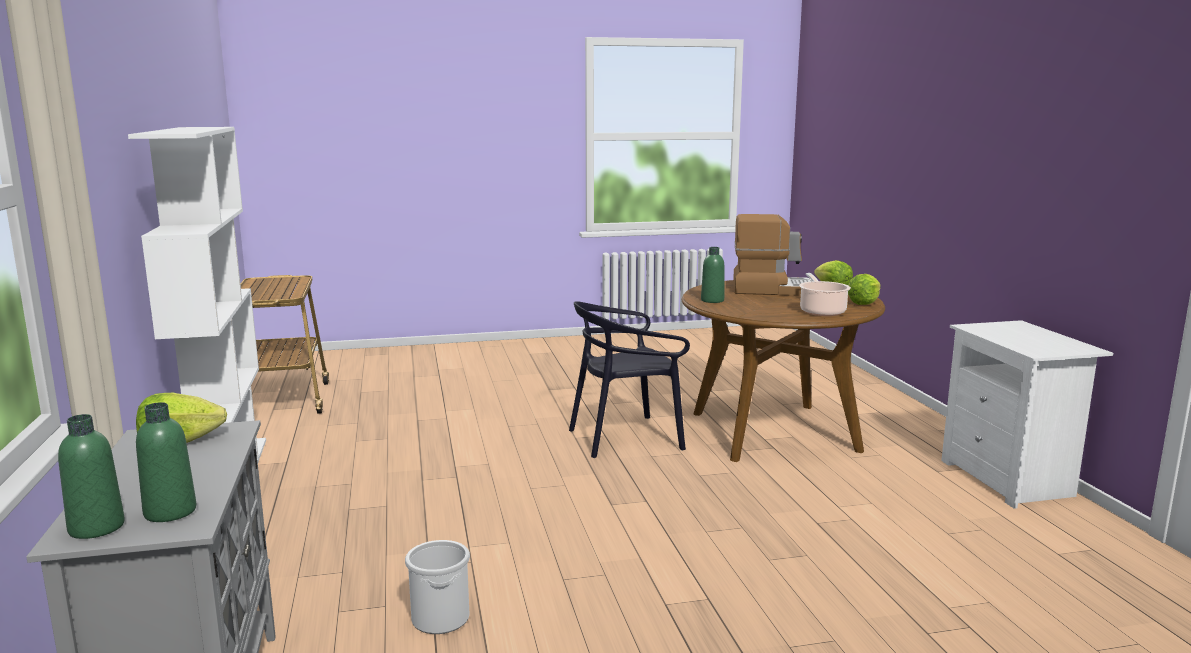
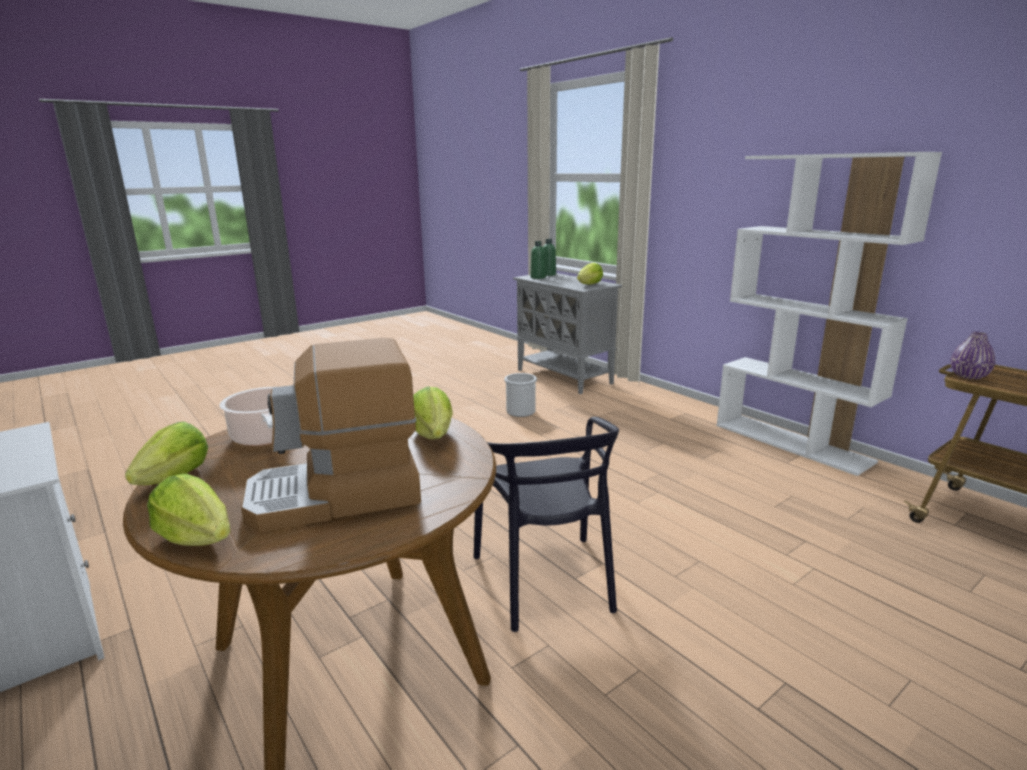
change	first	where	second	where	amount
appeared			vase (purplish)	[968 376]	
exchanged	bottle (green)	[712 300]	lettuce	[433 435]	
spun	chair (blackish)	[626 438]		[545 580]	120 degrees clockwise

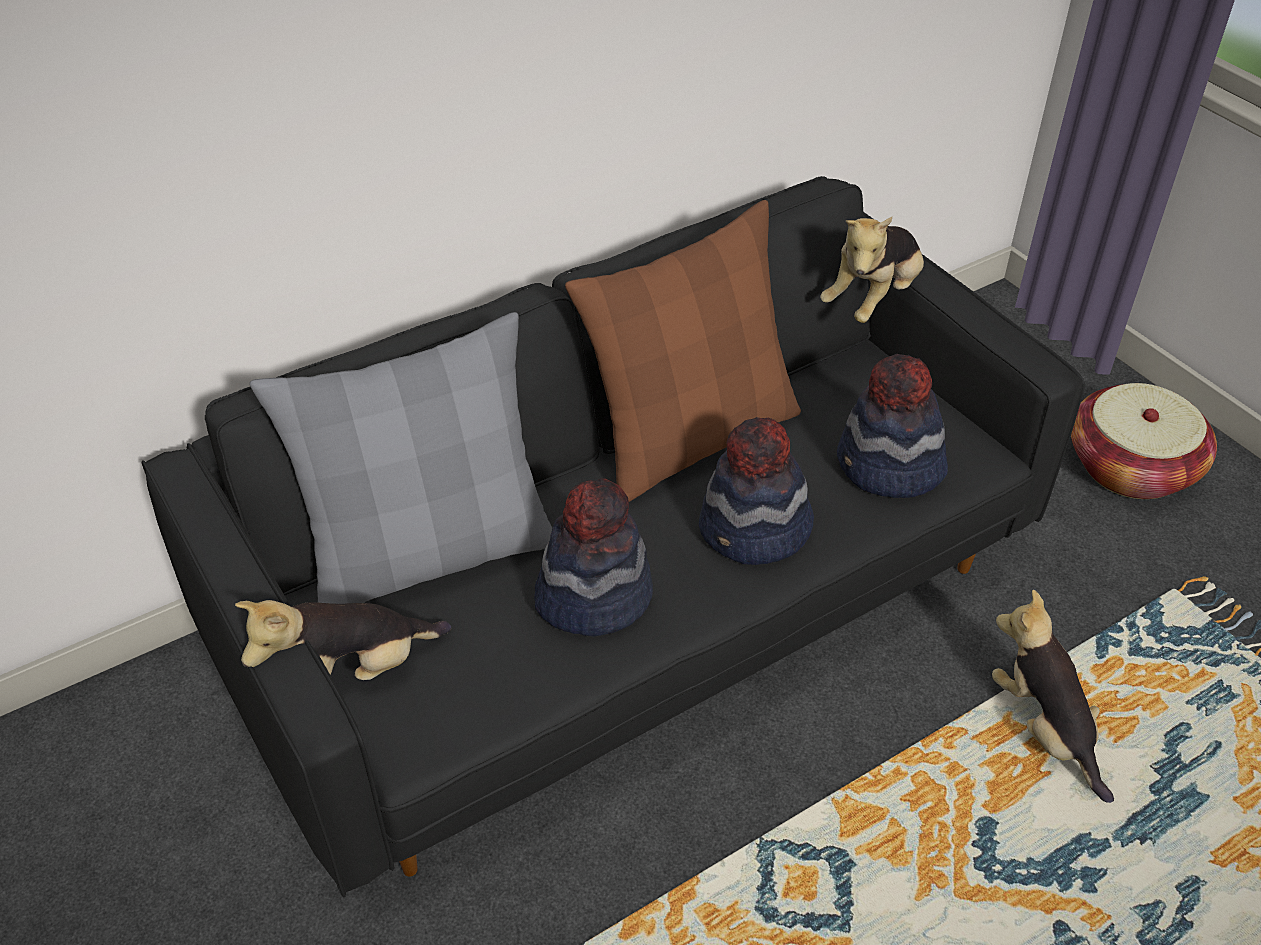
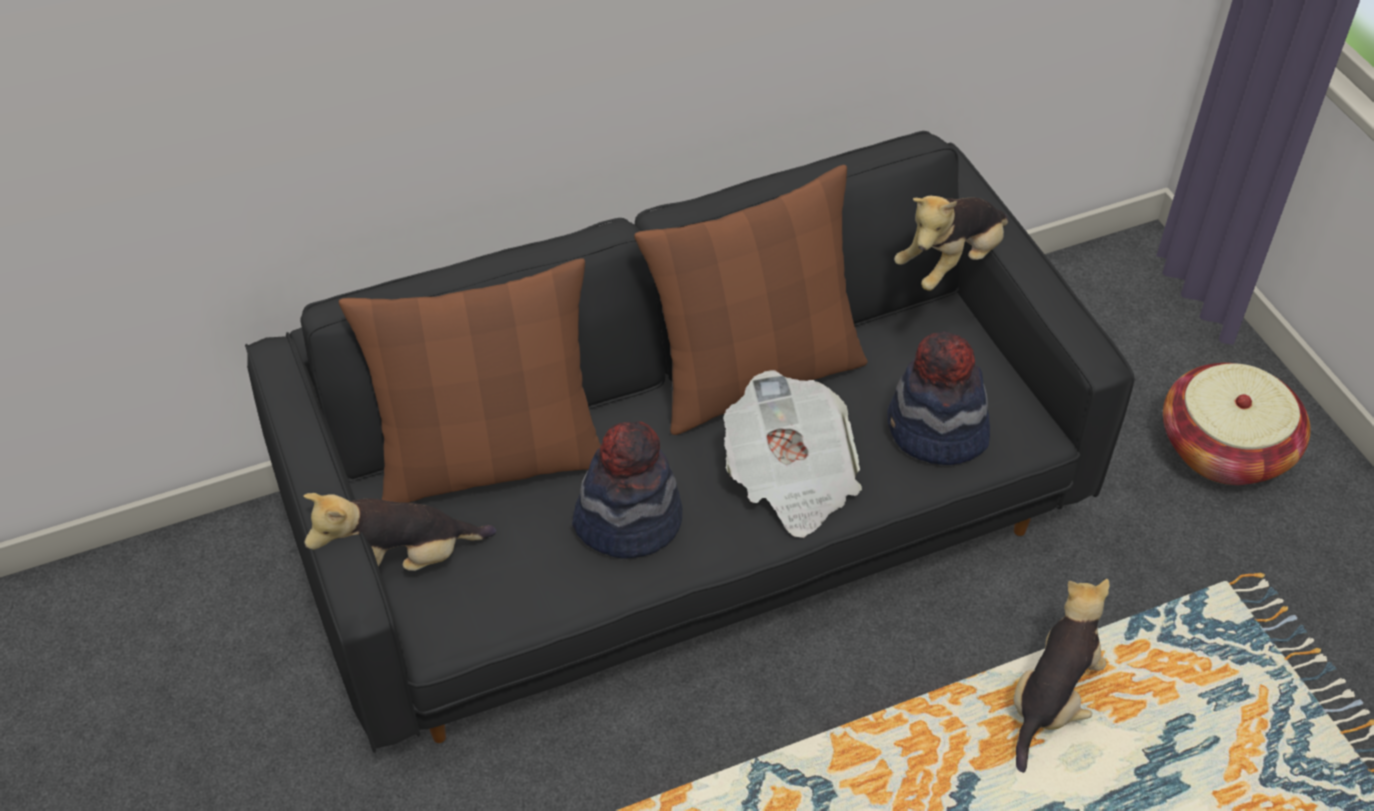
change	first	where	second	where	amount
exchanged	clothing hat	[754 531]	newspaper	[791 478]	
colour	pillow (gray)	[430 555]	pillow (brownish)	[491 460]	
spun	soft toy	[1044 729]		[1051 699]	45 degrees clockwise

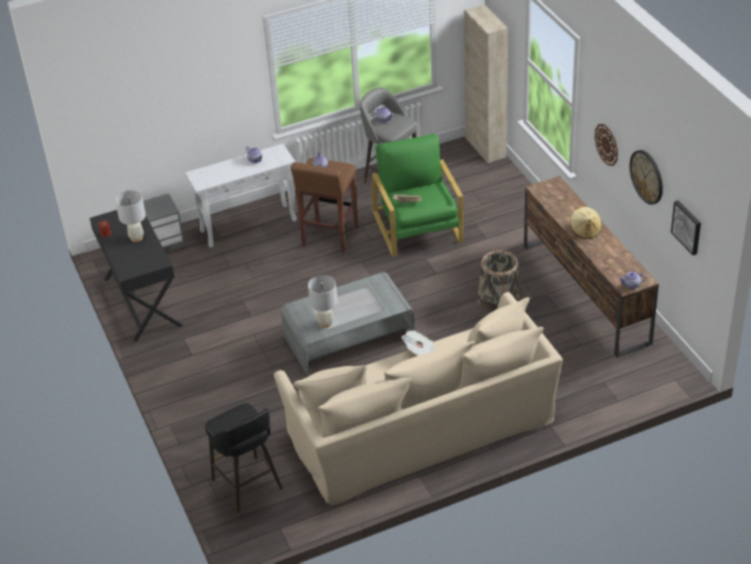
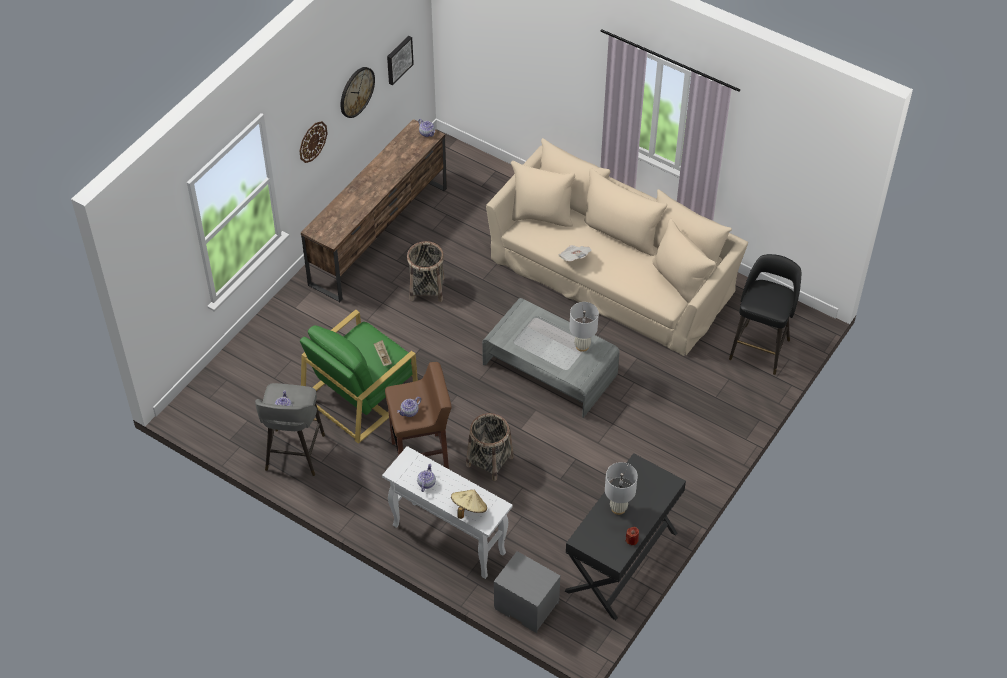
change	first	where	second	where	amount
missing	cupboard (beige)	[485 147]			
appeared			storage basket	[489 461]	
relocated	clothing hat (beige)	[585 231]		[468 509]	

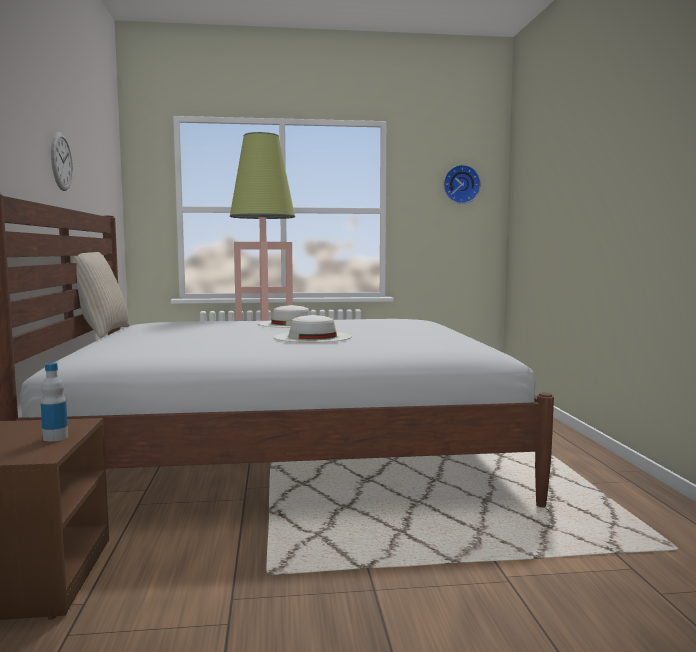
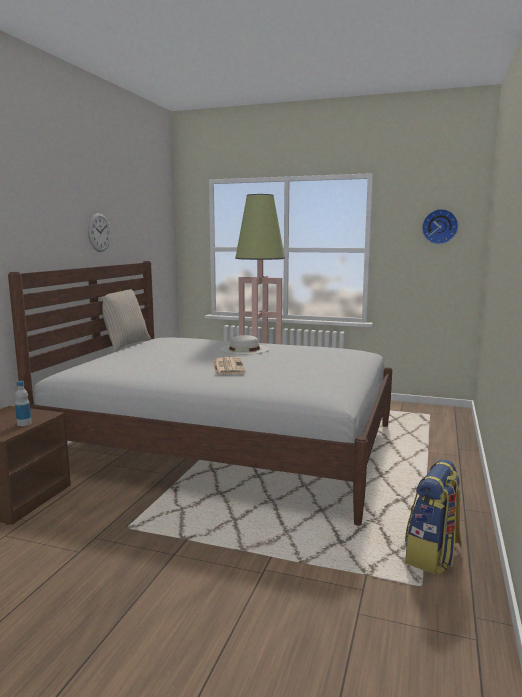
change	first	where	second	where	amount
appeared			backpack	[432 555]	
exchanged	clothing hat (whitish)	[312 337]	newspaper	[228 367]	

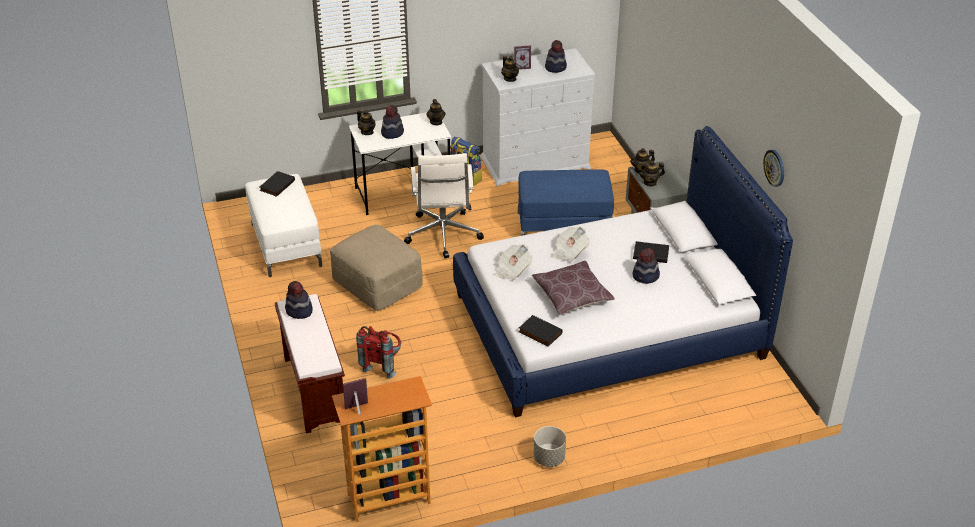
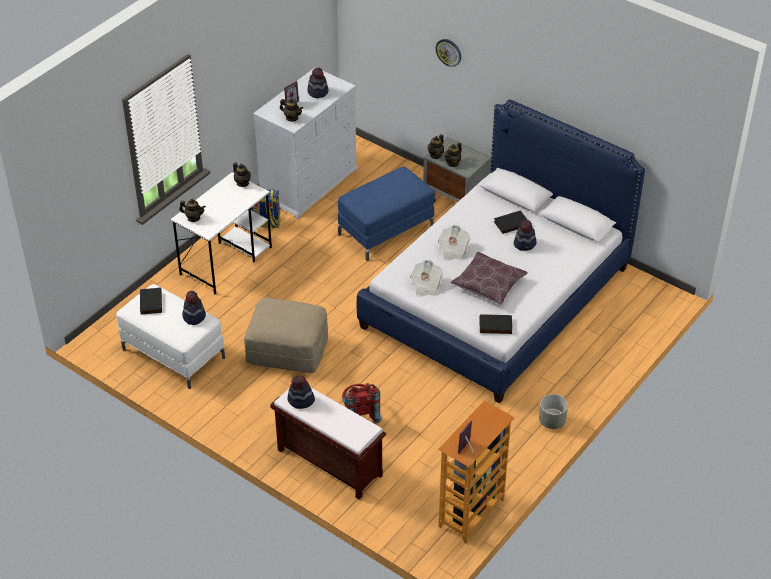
change	first	where	second	where	amount
missing	desk chair (whitish)	[443 235]			
relocated	clothing hat	[392 133]		[194 316]	
relocated	wall clock	[774 168]		[449 52]	

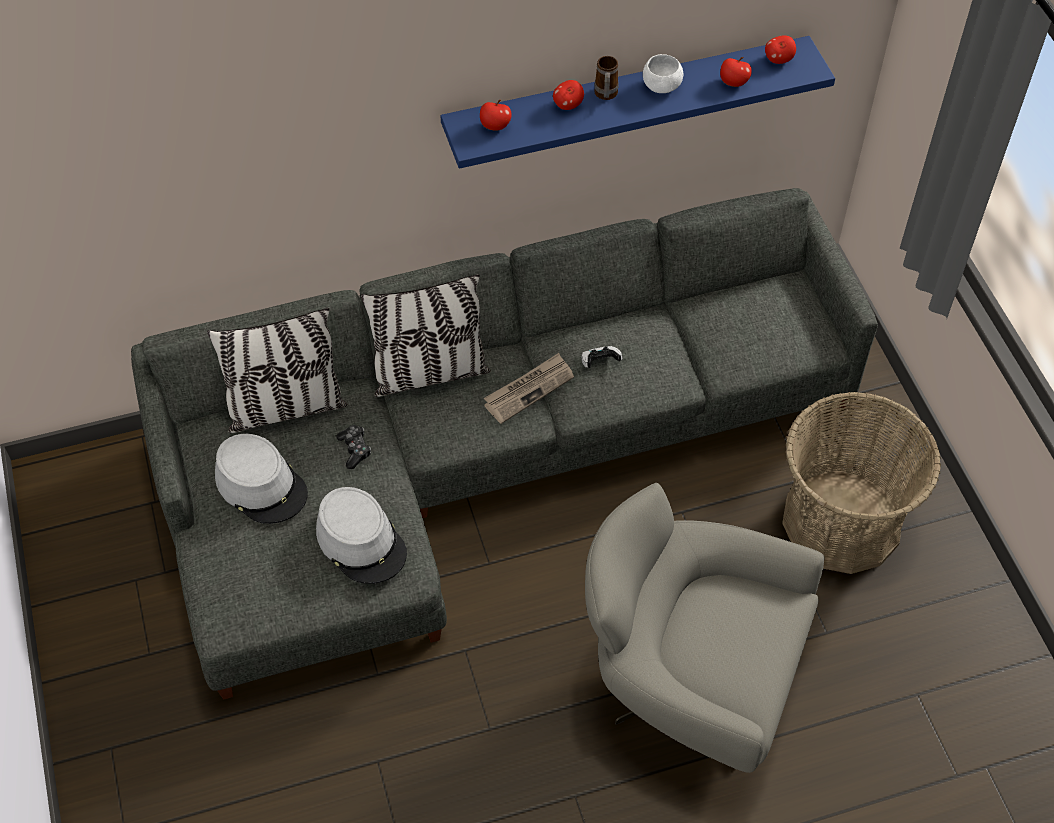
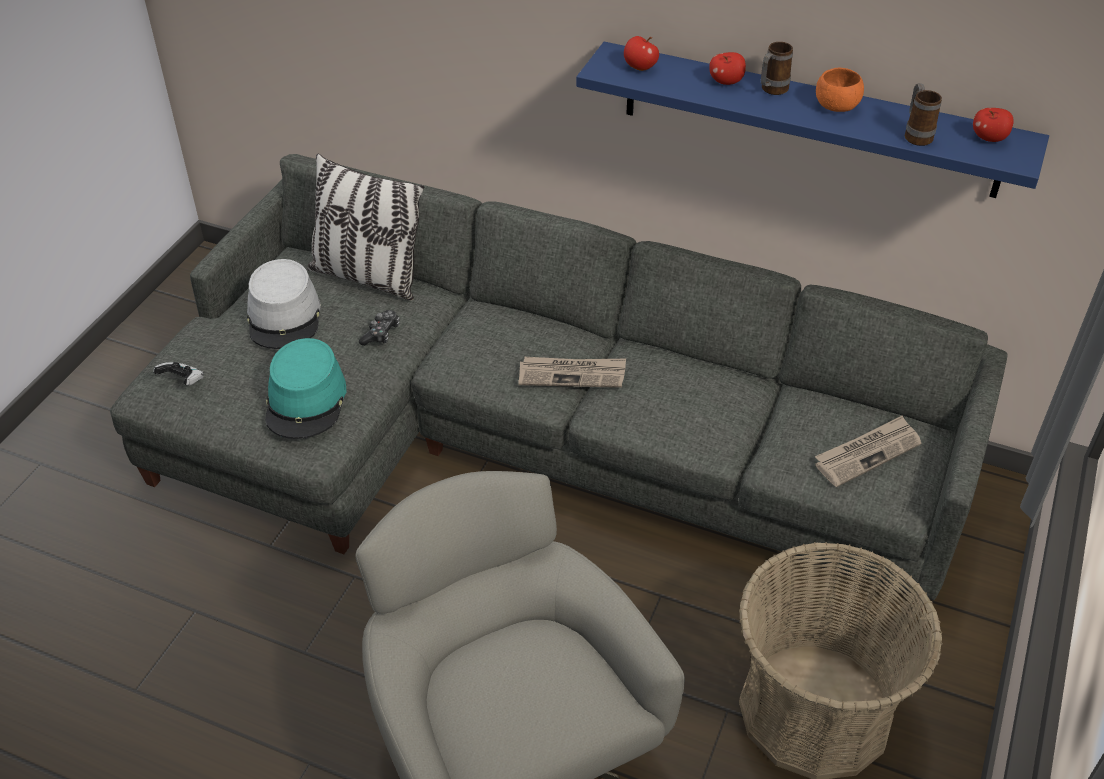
change	first	where	second	where	amount
missing	pillow	[429 373]			
appeared			newspaper	[867 453]	
relocated	joypad	[600 362]		[182 381]	
exchanged	apple fruit	[733 83]	tea mug	[916 135]	
colour	clothing hat (gray)	[361 542]	clothing hat (turquoise)	[306 400]	
colour	serving bowl (whitish)	[661 86]	serving bowl (orangey)	[836 106]	

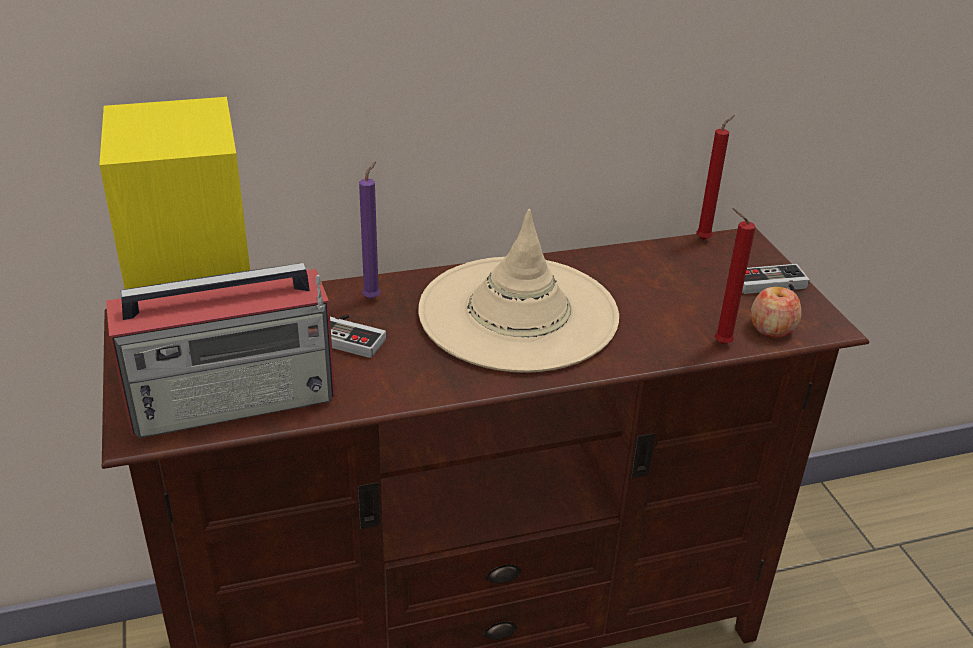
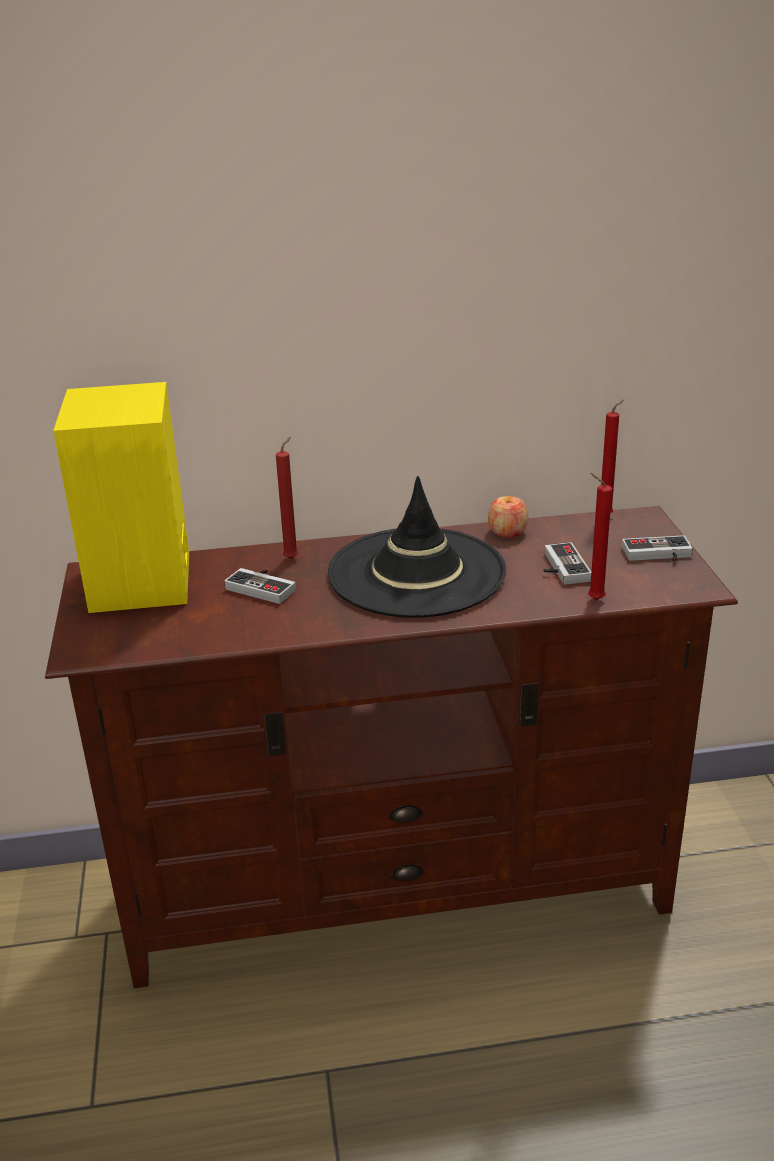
change	first	where	second	where	amount
missing	radio set	[235 398]			
appeared			joypad	[560 568]	
relocated	apple fruit	[772 328]		[507 532]	
colour	wax candle (purplish)	[373 297]	wax candle (reddish)	[293 558]	
colour	clothing hat (beige)	[518 314]	clothing hat (blackish)	[417 573]	

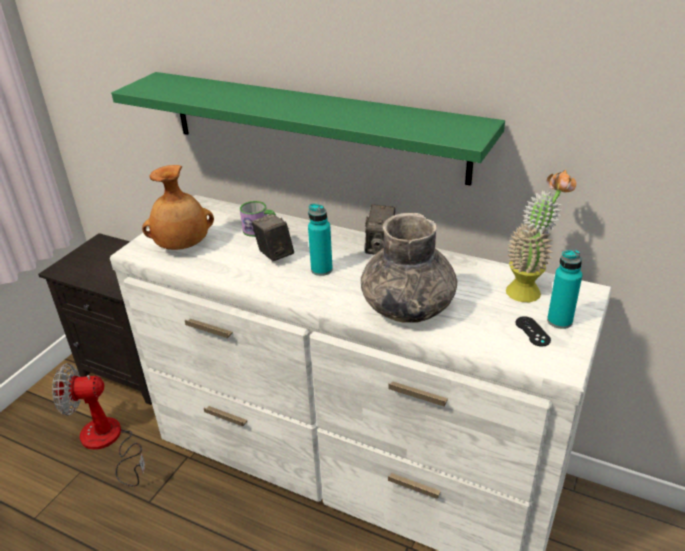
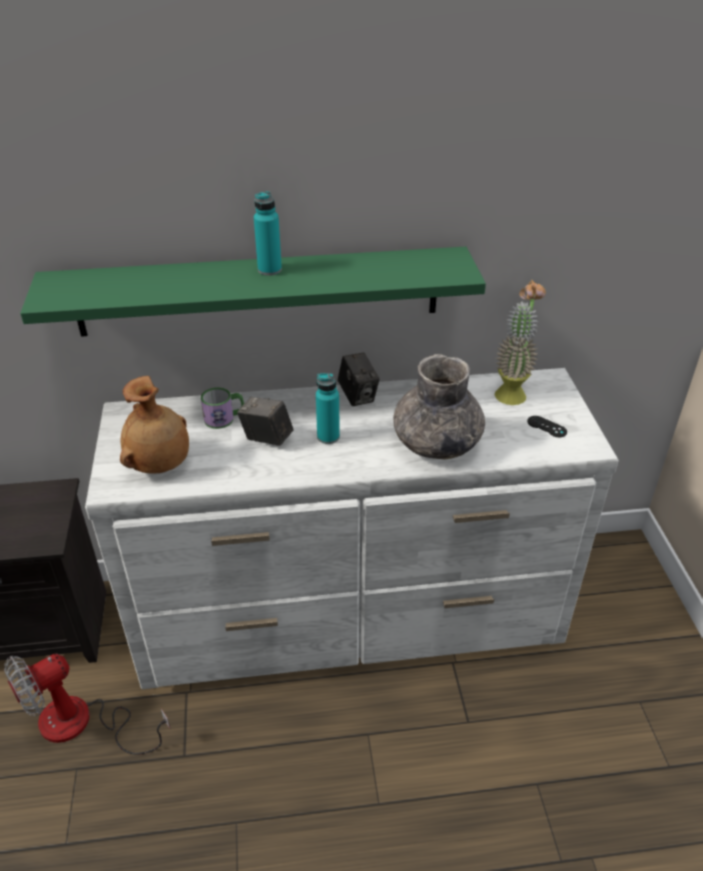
change	first	where	second	where	amount
relocated	bottle (turquoise)	[559 321]		[269 270]	

